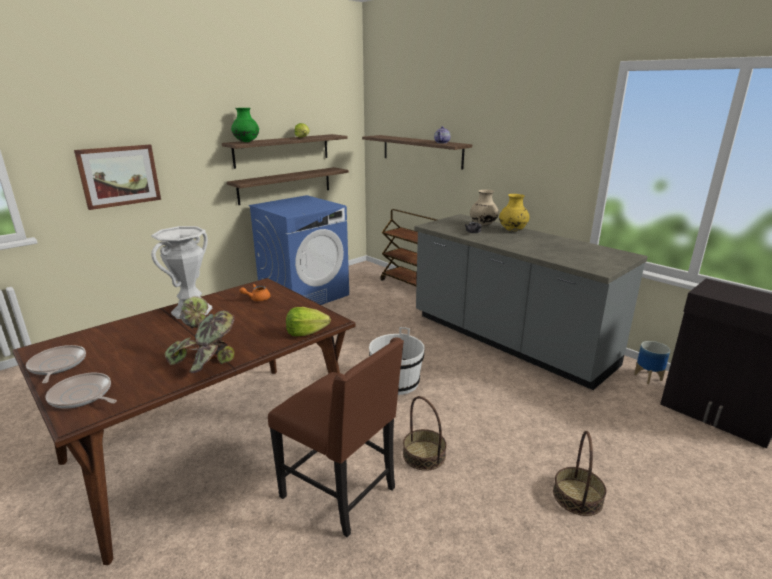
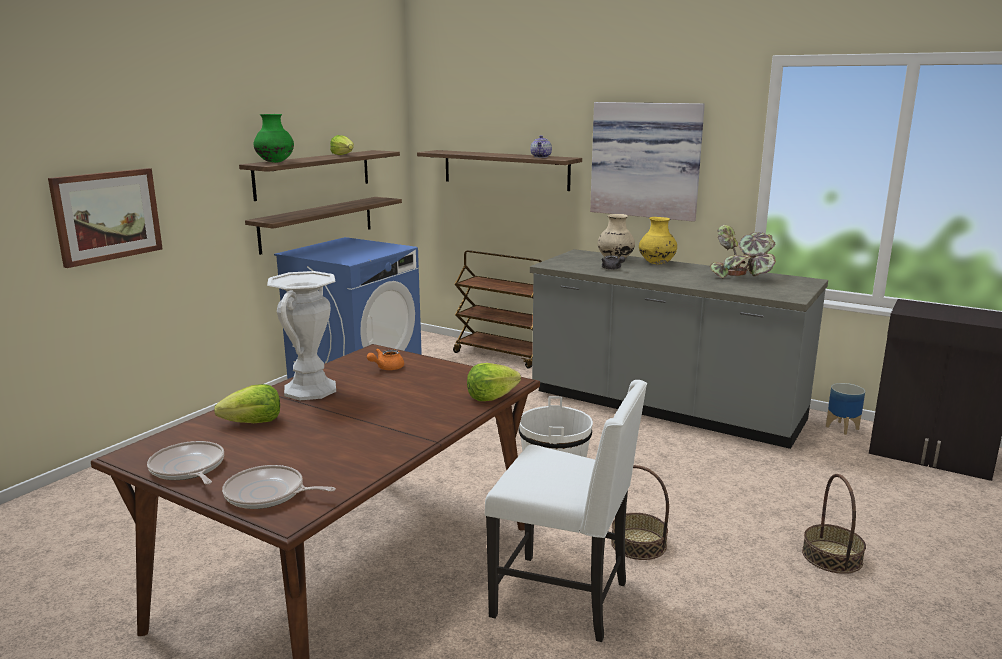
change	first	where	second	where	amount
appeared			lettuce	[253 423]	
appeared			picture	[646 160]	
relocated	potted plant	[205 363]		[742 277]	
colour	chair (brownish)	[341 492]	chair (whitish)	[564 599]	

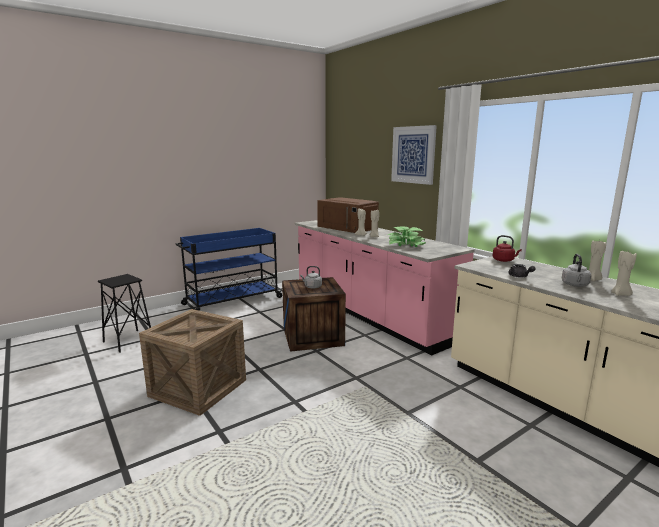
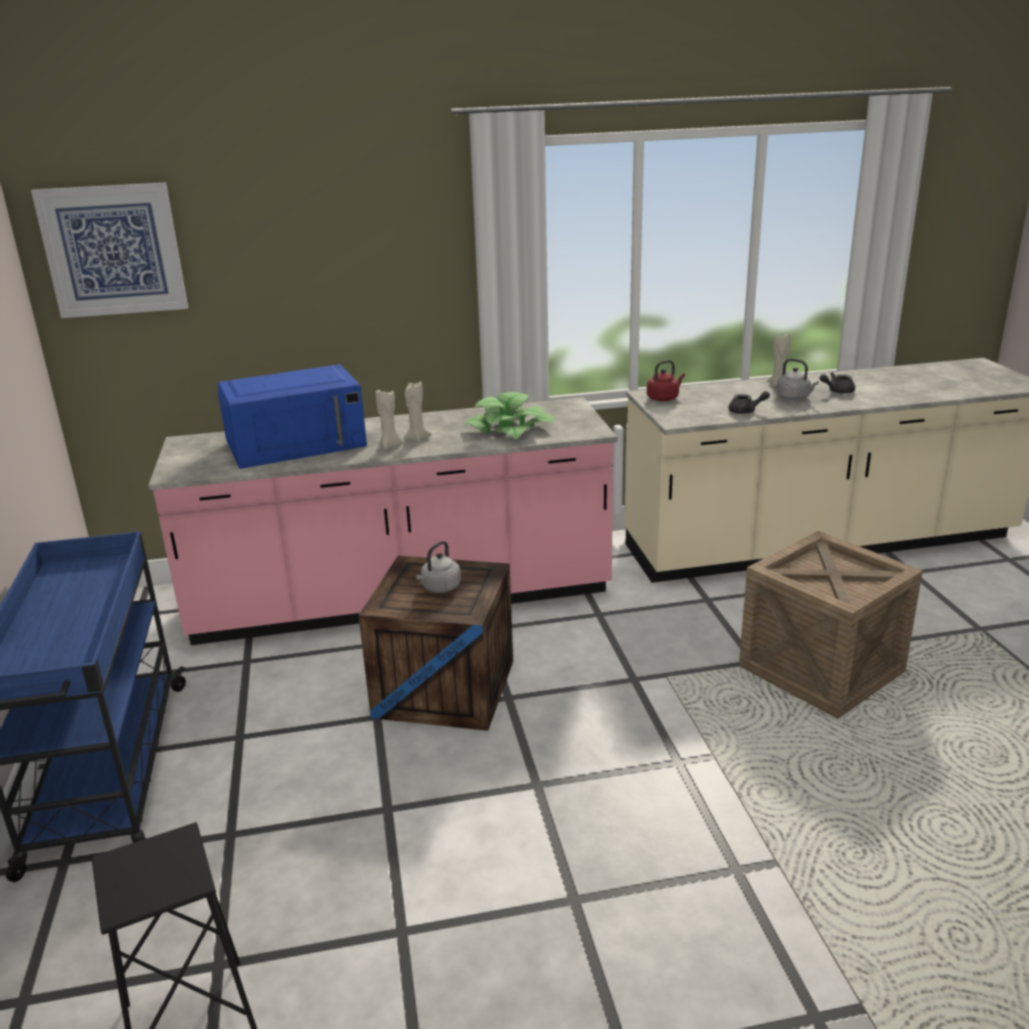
change	first	where	second	where	amount
relocated	shipping crate	[198 388]		[821 669]	
relocated	picture	[413 155]		[113 250]	
exchanged	wax candle (beige)	[621 294]	tea pot (gray)	[837 391]	
colour	microwave oven (brownish)	[347 227]	microwave oven (blue)	[297 444]	

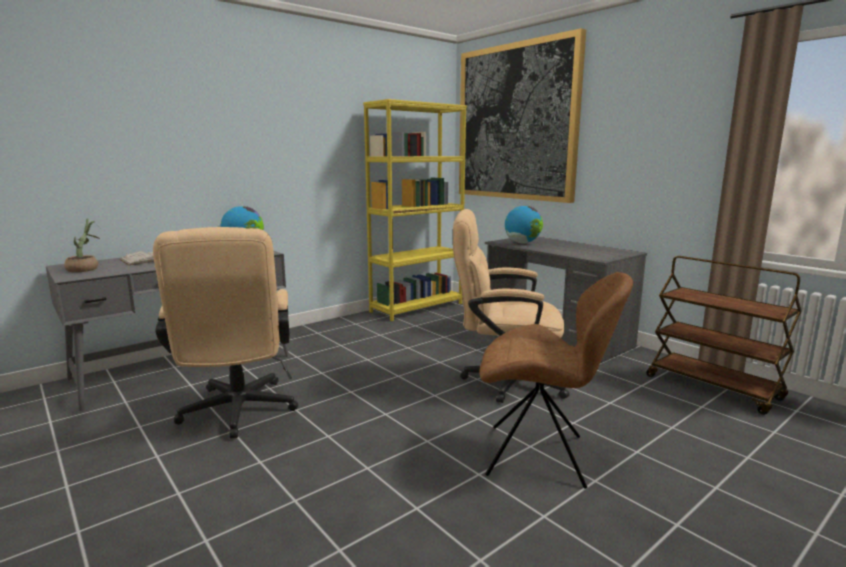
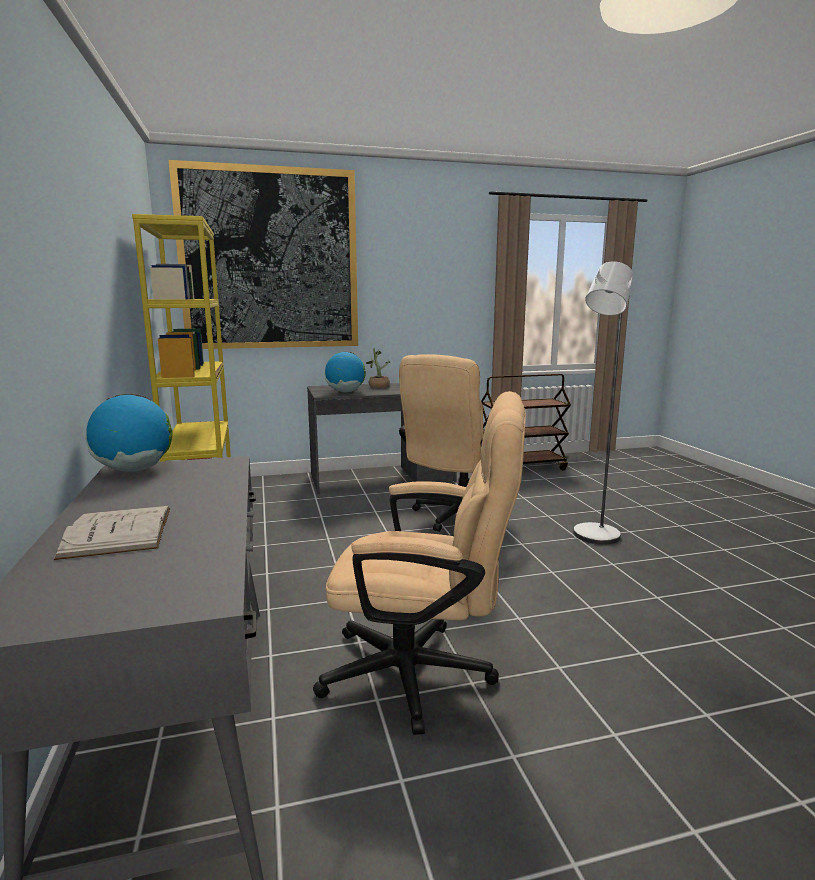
change	first	where	second	where	amount
relocated	potted plant	[86 269]		[378 386]	
exchanged	chair (brownish)	[540 456]	standing lamp (gray)	[593 538]	

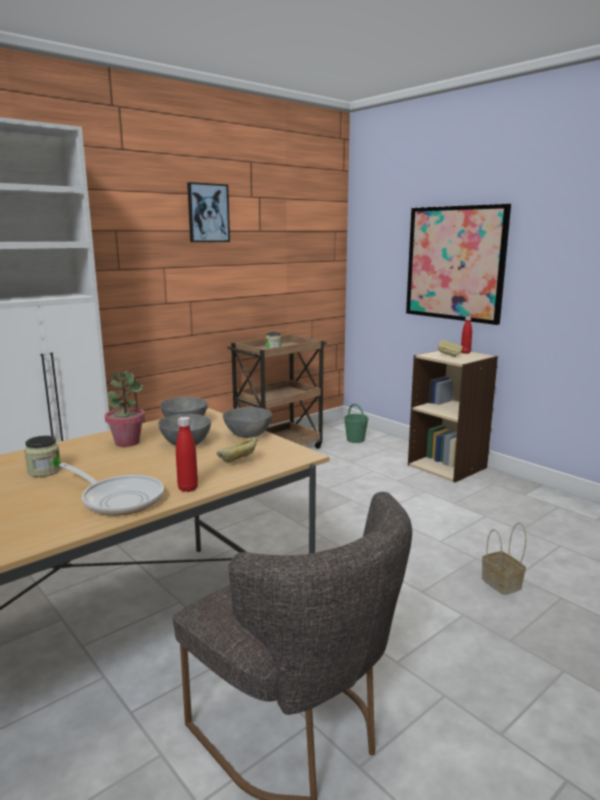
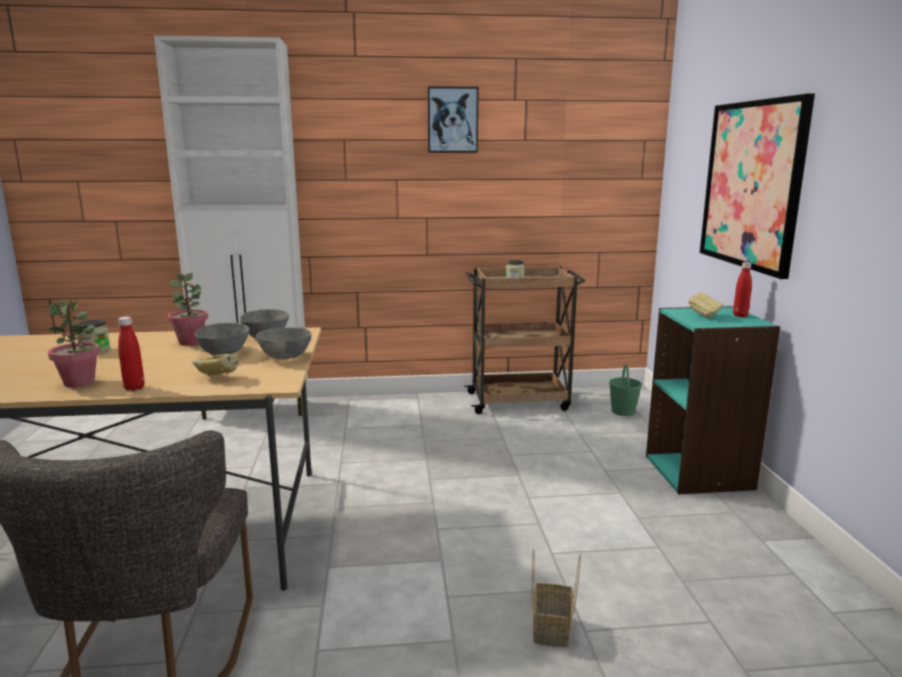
change	first	where	second	where	amount
exchanged	pan	[119 499]	potted plant	[80 382]	
colour	shelving unit (beige)	[447 466]	shelving unit (turquoise)	[699 472]	

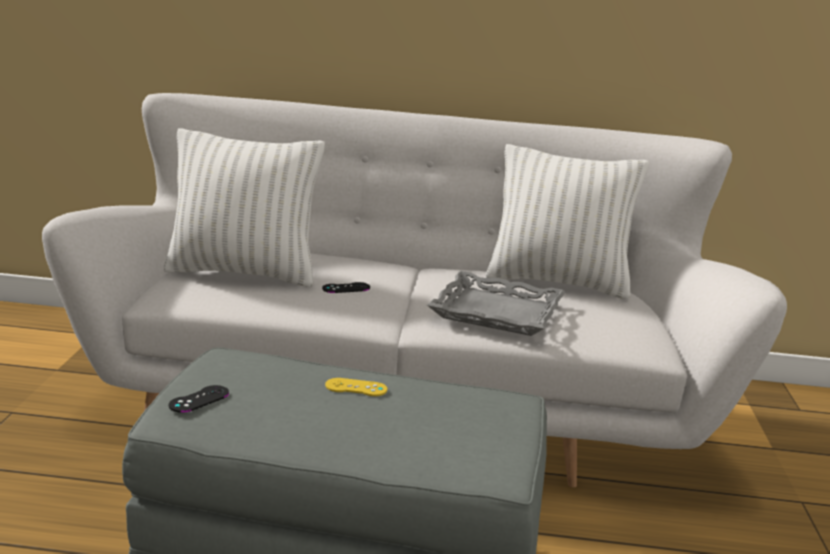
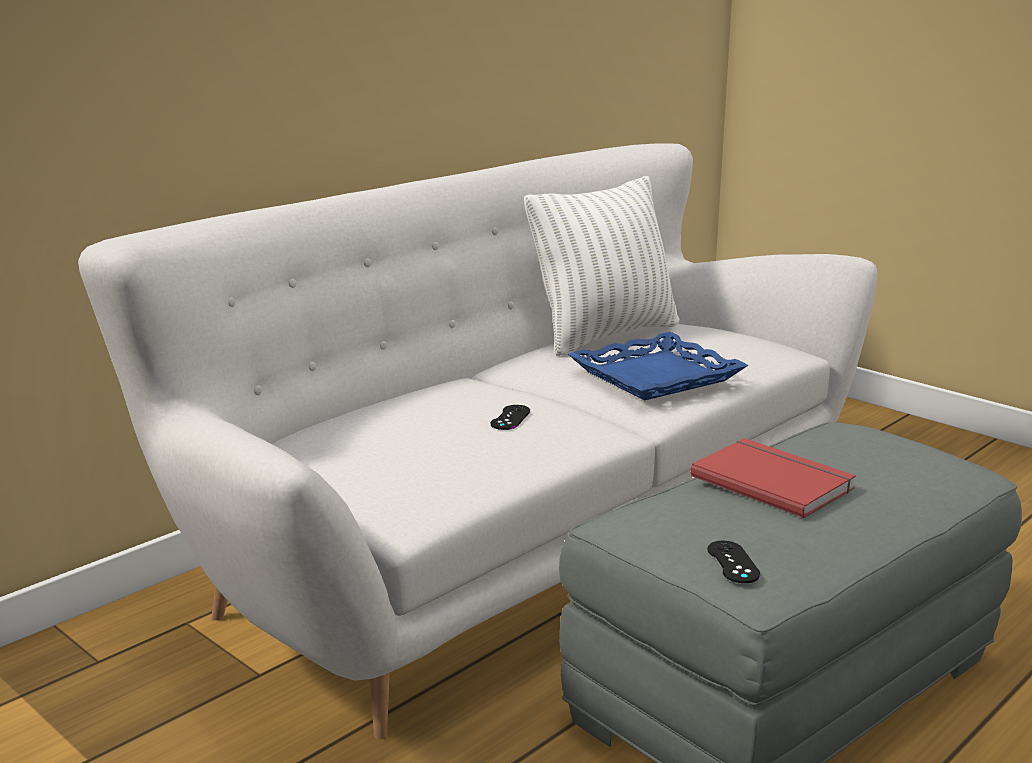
change	first	where	second	where	amount
missing	pillow (whitish)	[243 273]			
exchanged	joypad (yellowish)	[356 387]	bound book (reddish)	[773 481]	
colour	carrying tray (gray)	[497 312]	carrying tray (blue)	[655 376]	

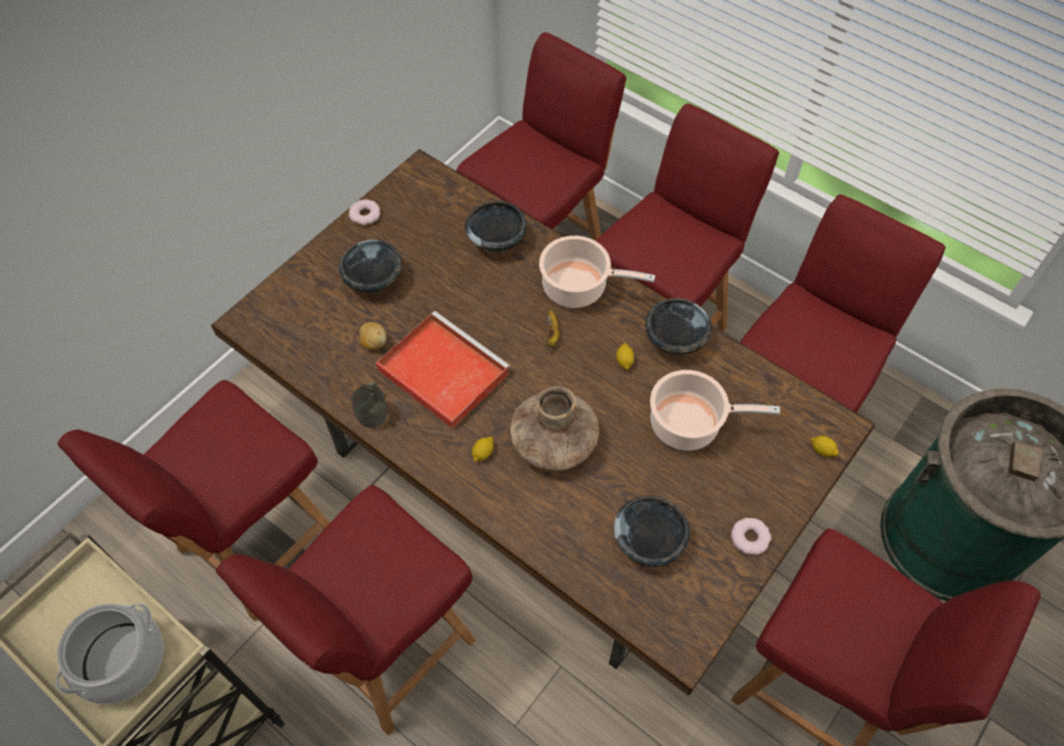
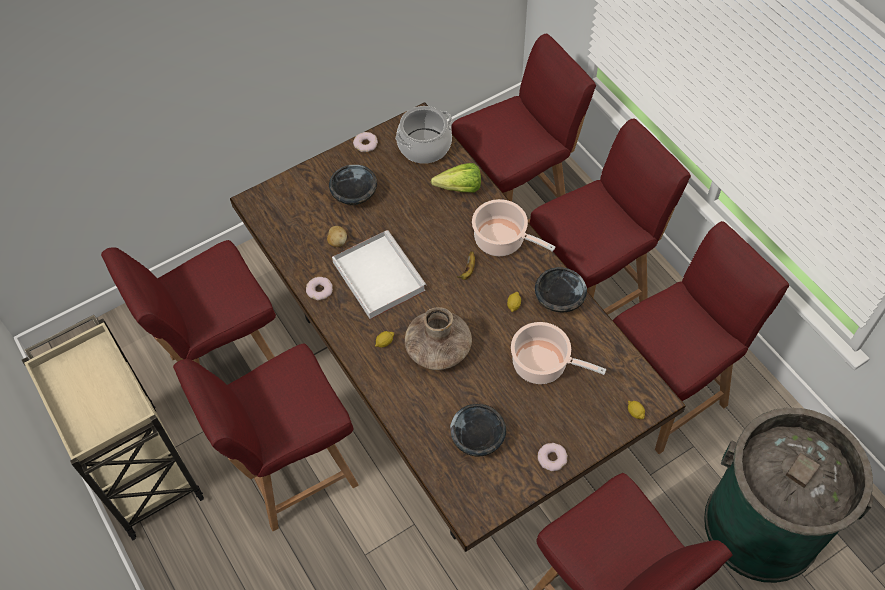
change	first	where	second	where	amount
relocated	cooking pot	[122 661]		[424 146]	
exchanged	tea mug (gray)	[373 410]	doughnut	[320 290]	
exchanged	serving bowl (blackish)	[497 240]	lettuce	[455 188]	
colour	carrying tray (reddish)	[441 371]	carrying tray (whitish)	[377 275]	

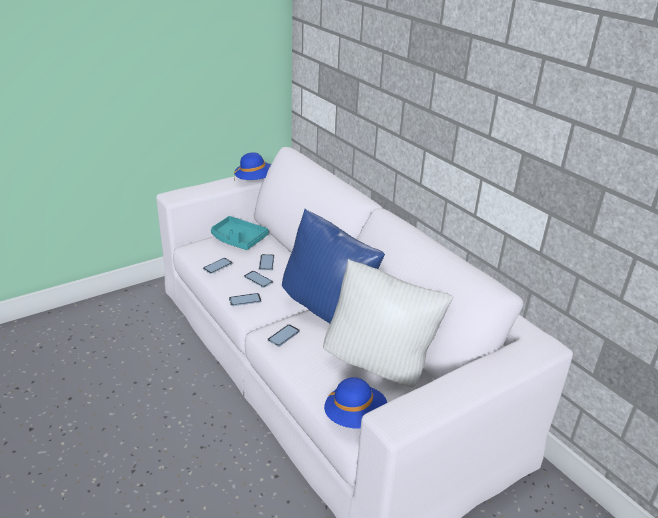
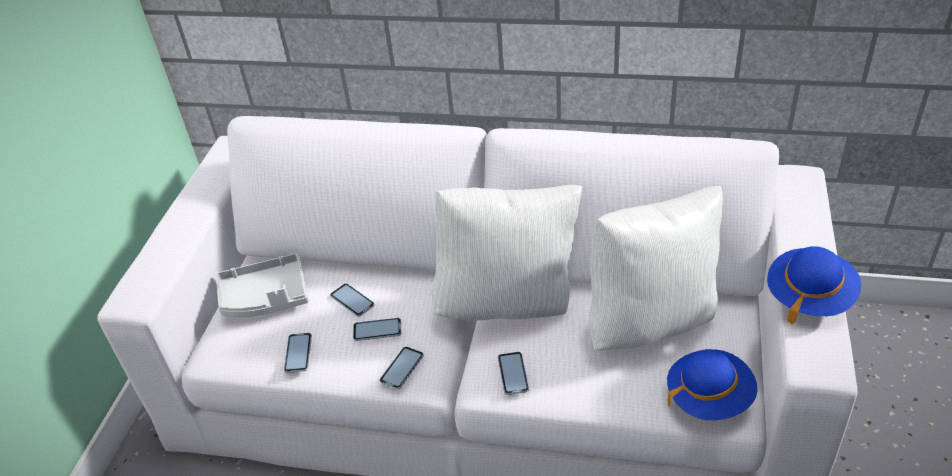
change	first	where	second	where	amount
relocated	clothing hat (blue)	[255 180]		[809 296]	
colour	carrying tray (turquoise)	[238 239]	carrying tray (gray)	[265 297]	
colour	pillow (blue)	[328 310]	pillow (whitish)	[508 303]	

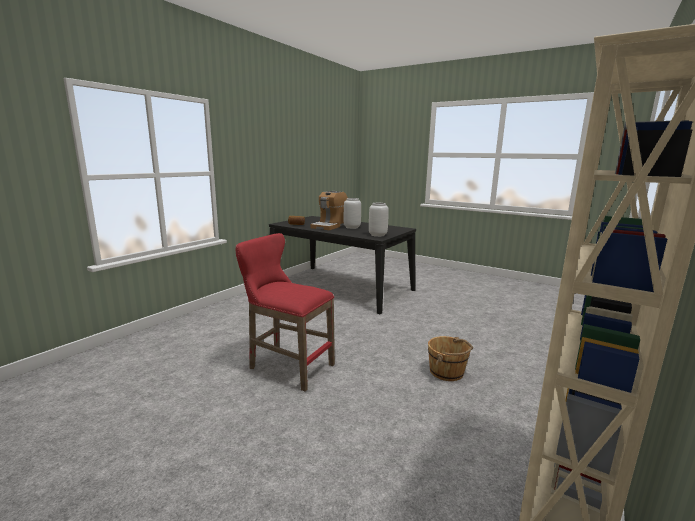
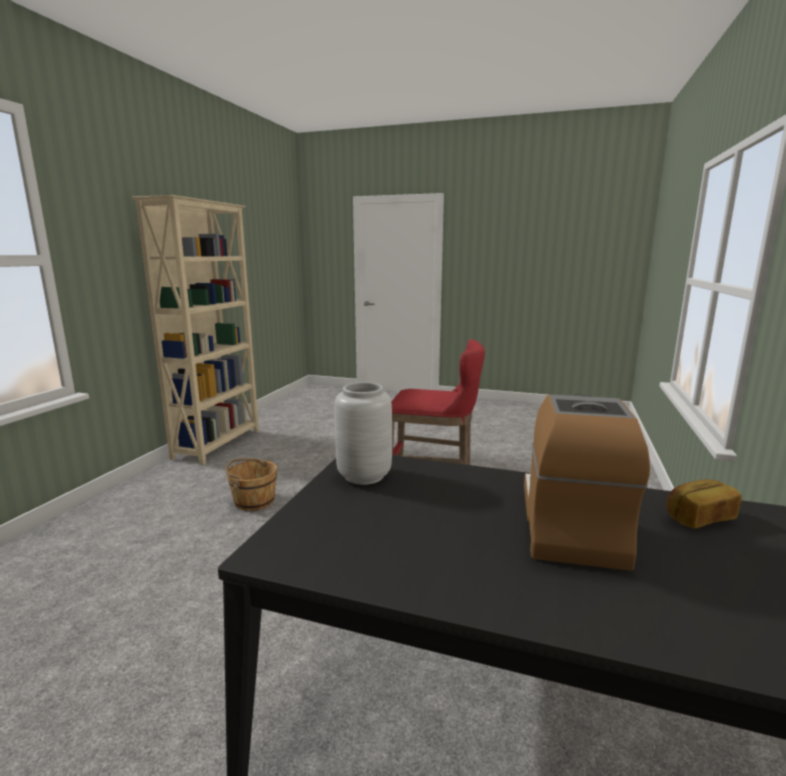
change	first	where	second	where	amount
missing	vase (gray)	[351 227]			

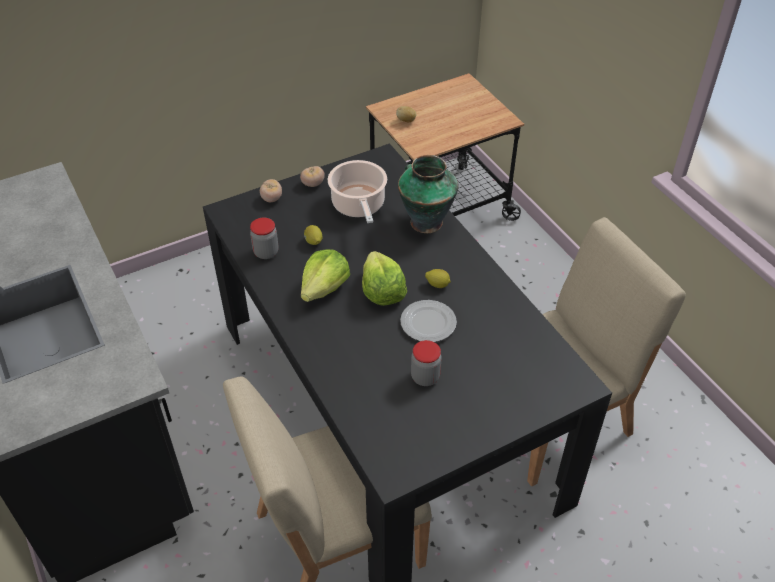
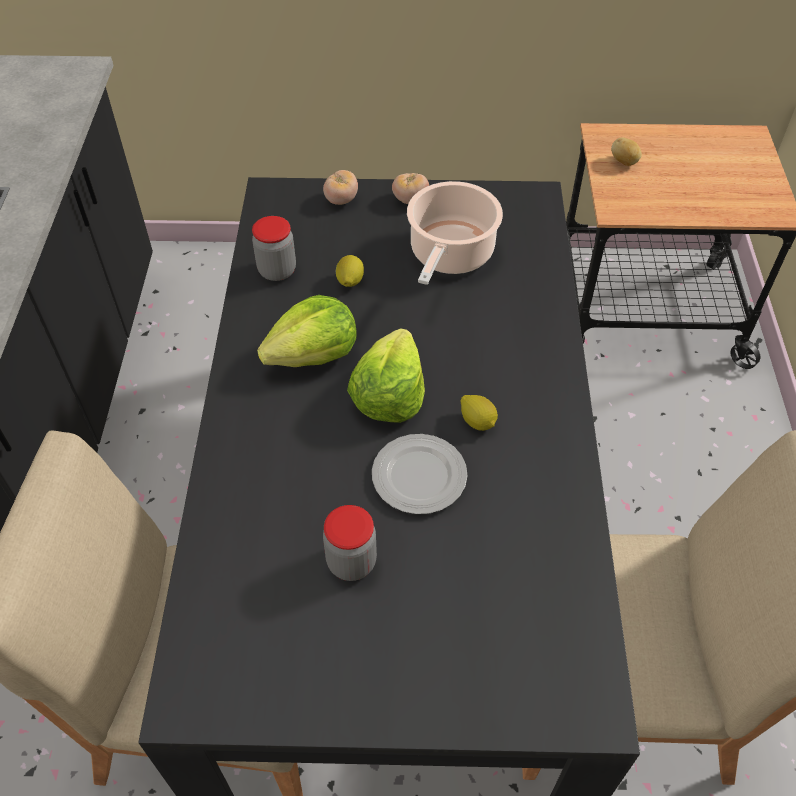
change	first	where	second	where	amount
missing	vase	[425 221]			

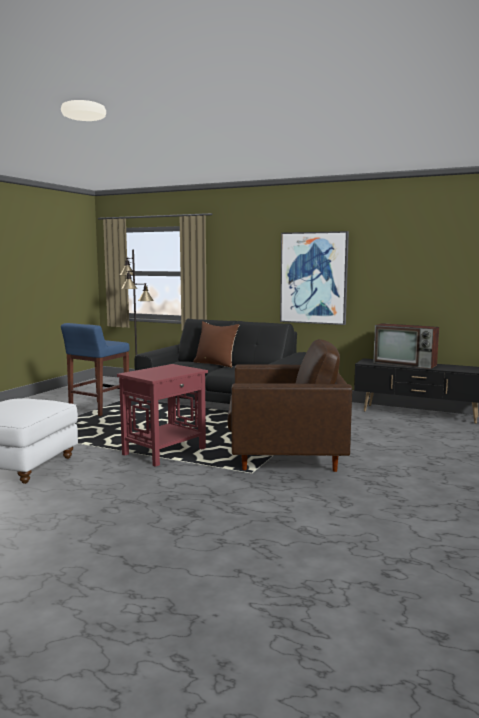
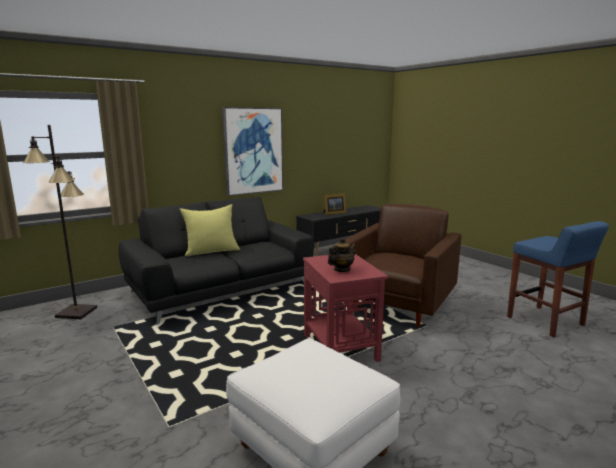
change	first	where	second	where	amount
appeared			tea pot	[341 270]	
relocated	stool (blue)	[98 409]		[546 322]	
exchanged	television	[406 364]	picture frame	[333 213]	
colour	pillow (brownish)	[216 364]	pillow (yellowish)	[211 251]	

